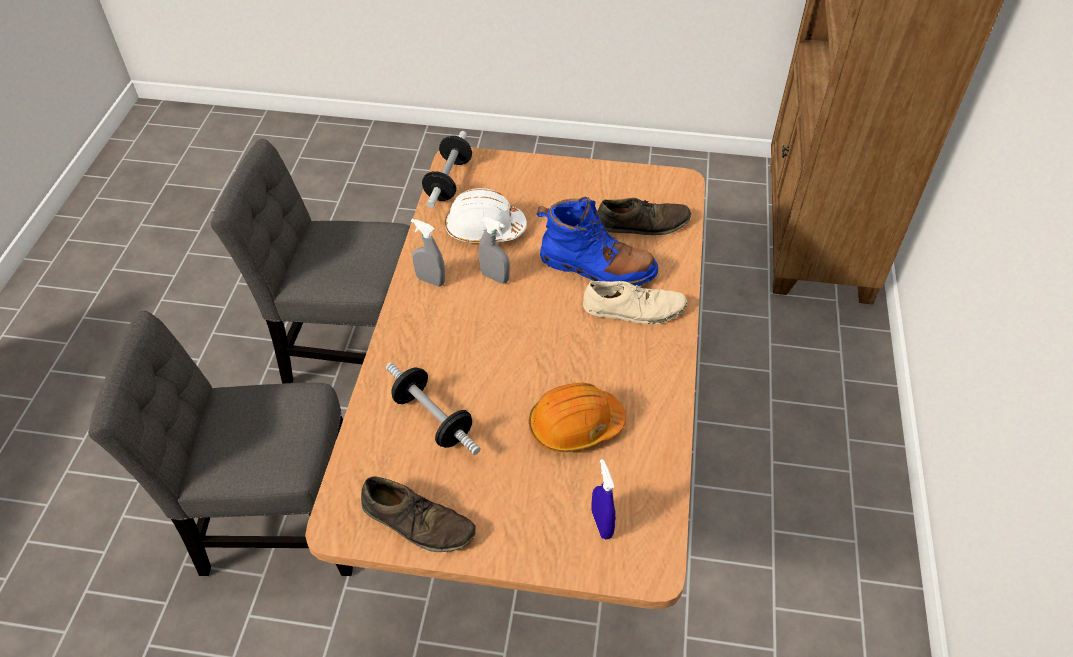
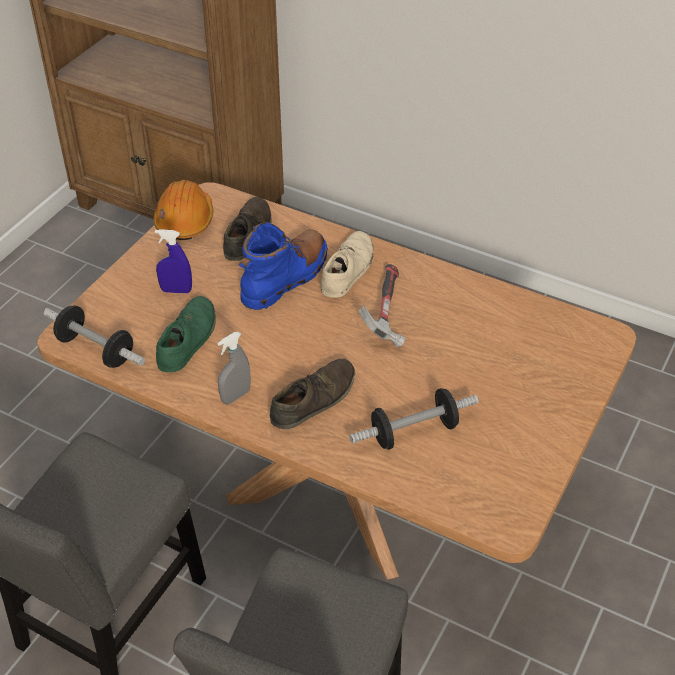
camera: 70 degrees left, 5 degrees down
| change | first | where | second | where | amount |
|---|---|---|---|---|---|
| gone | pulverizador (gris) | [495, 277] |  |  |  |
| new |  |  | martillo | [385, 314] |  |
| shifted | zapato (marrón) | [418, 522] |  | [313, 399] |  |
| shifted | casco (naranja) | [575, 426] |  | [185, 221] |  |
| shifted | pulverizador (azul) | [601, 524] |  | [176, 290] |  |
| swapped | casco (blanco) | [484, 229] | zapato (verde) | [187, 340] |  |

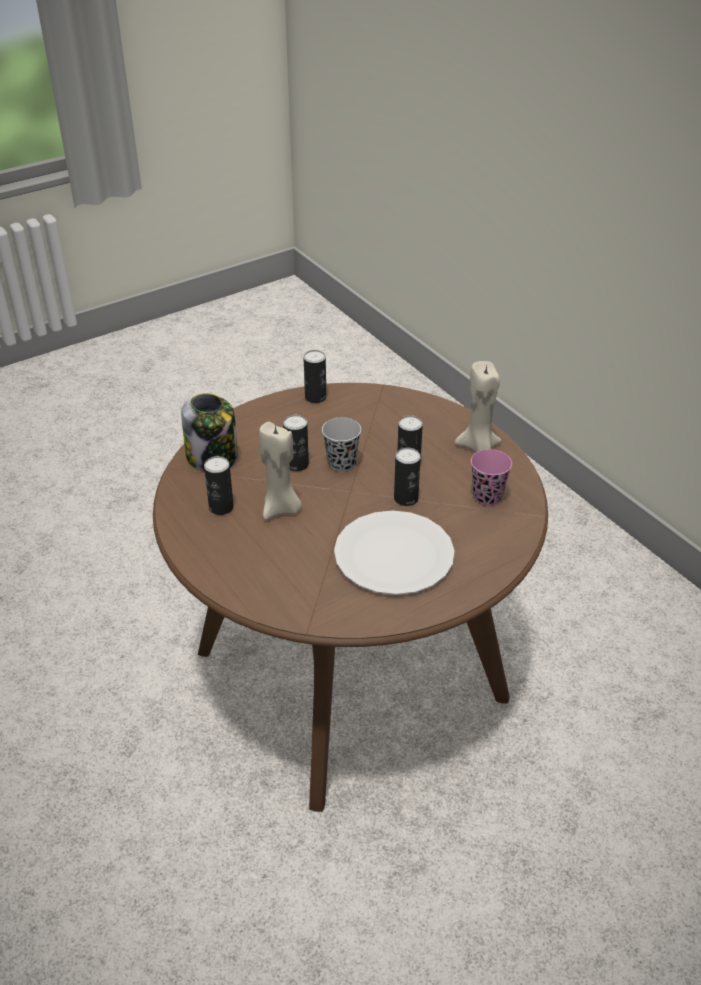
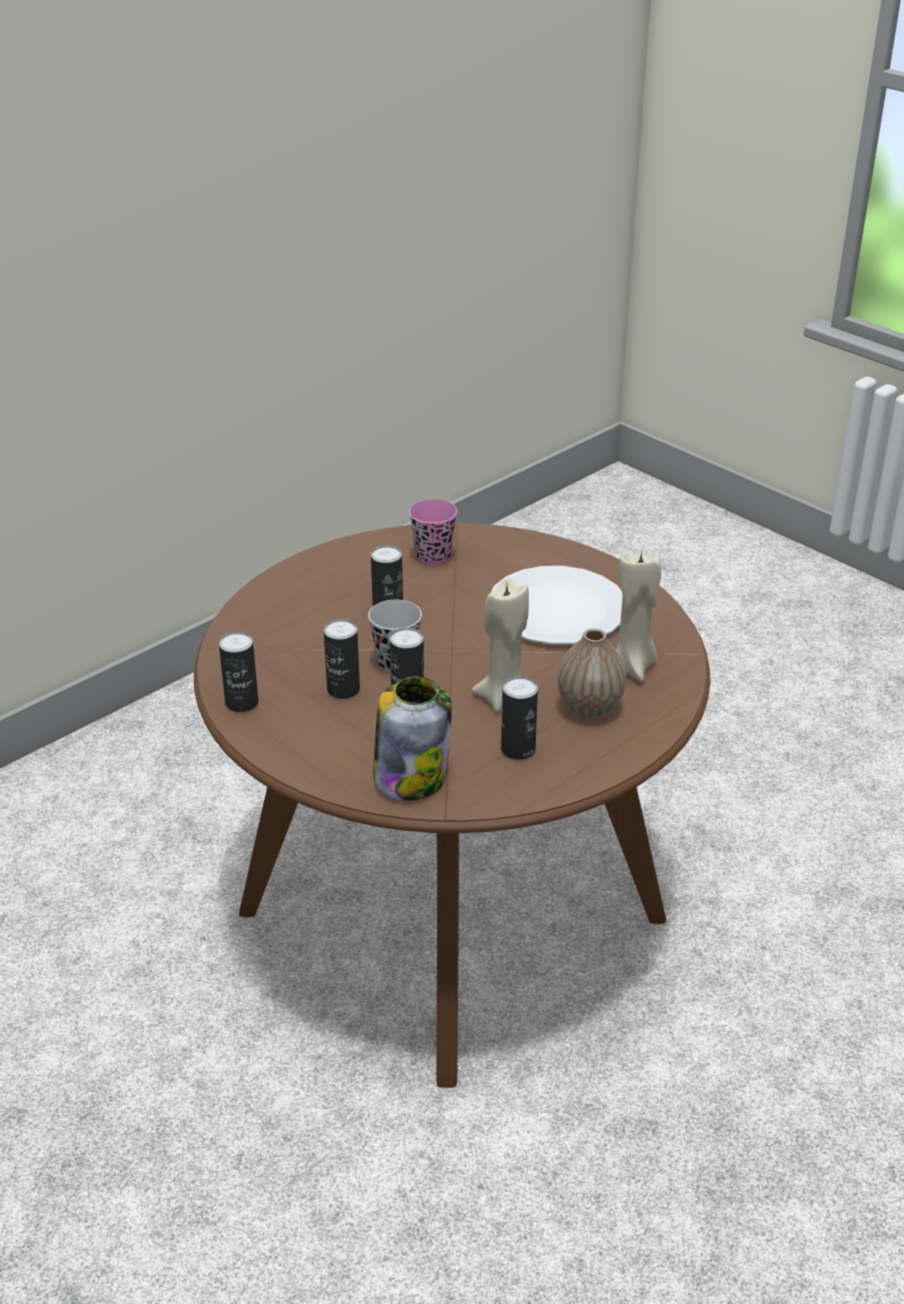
camera: 100 degrees left, 5 degrees down
| change | first | where | second | where | amount |
|---|---|---|---|---|---|
| new |  |  | florero | [589, 708] |  |
| shifted | lata | [406, 498] |  | [343, 690] |  |
| shifted | vela (beis) | [478, 447] |  | [633, 666] |  |

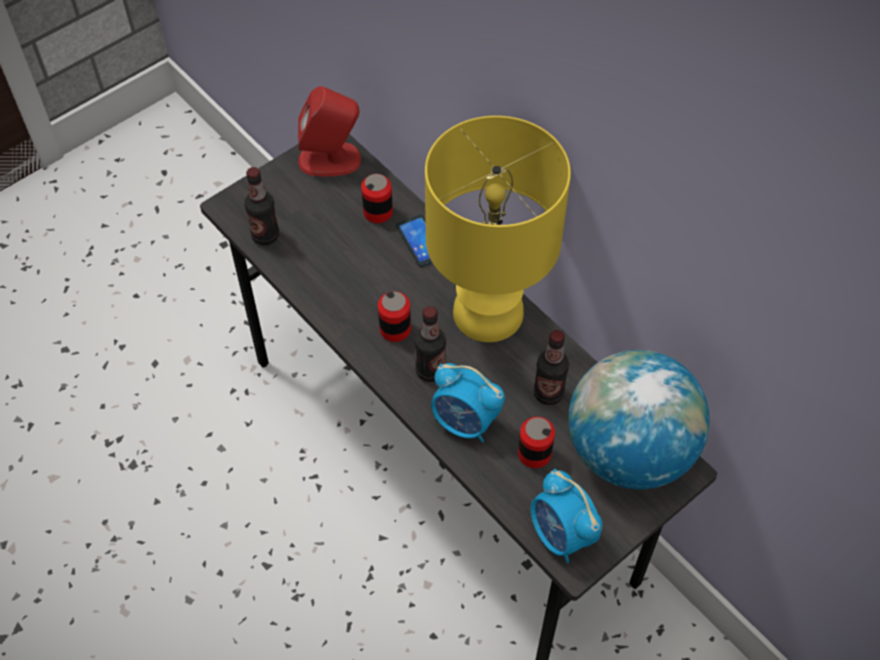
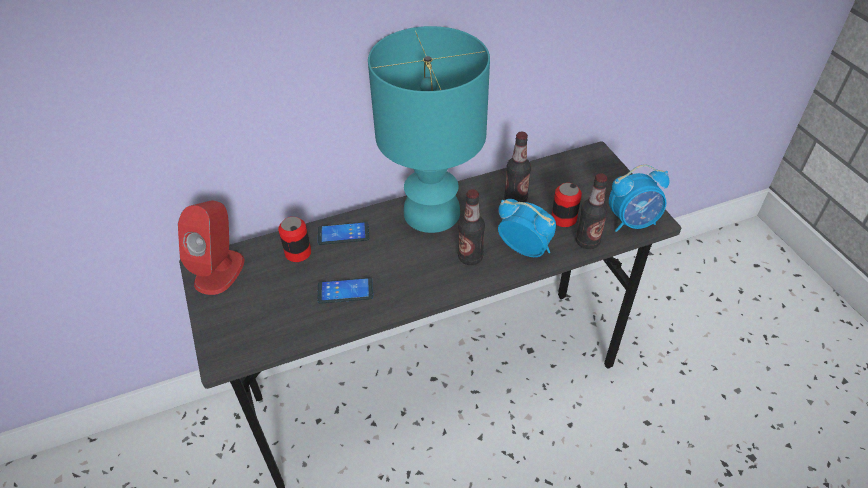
camera: 70 degrees left, 10 degrees down
| change | first | where | second | where | amount |
|---|---|---|---|---|---|
| gone | lata | [395, 329] |  |  |  |
| gone | globo terráqueo | [628, 451] |  |  |  |
| new |  |  | móvil | [345, 291] |  |
| shifted | botella | [265, 236] |  | [587, 241] |  |
| repainted | lámpara de mesa (amarillo) | [490, 313] | lámpara de mesa (turquesa) | [433, 212] |  |
| rotated | despertador | [465, 422] |  | [525, 249] | 105 degrees counterclockwise |

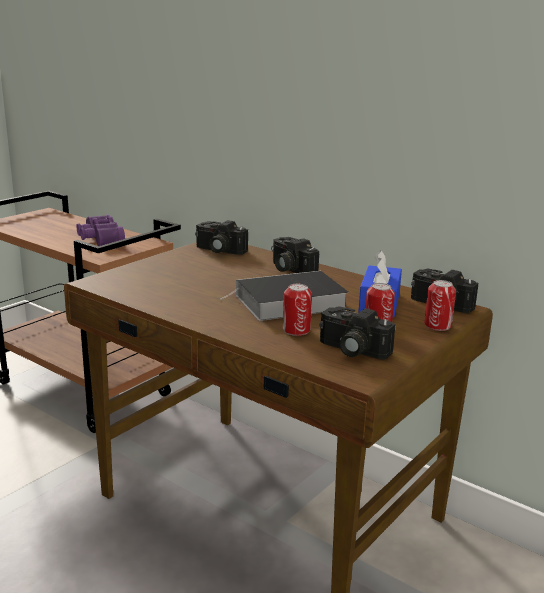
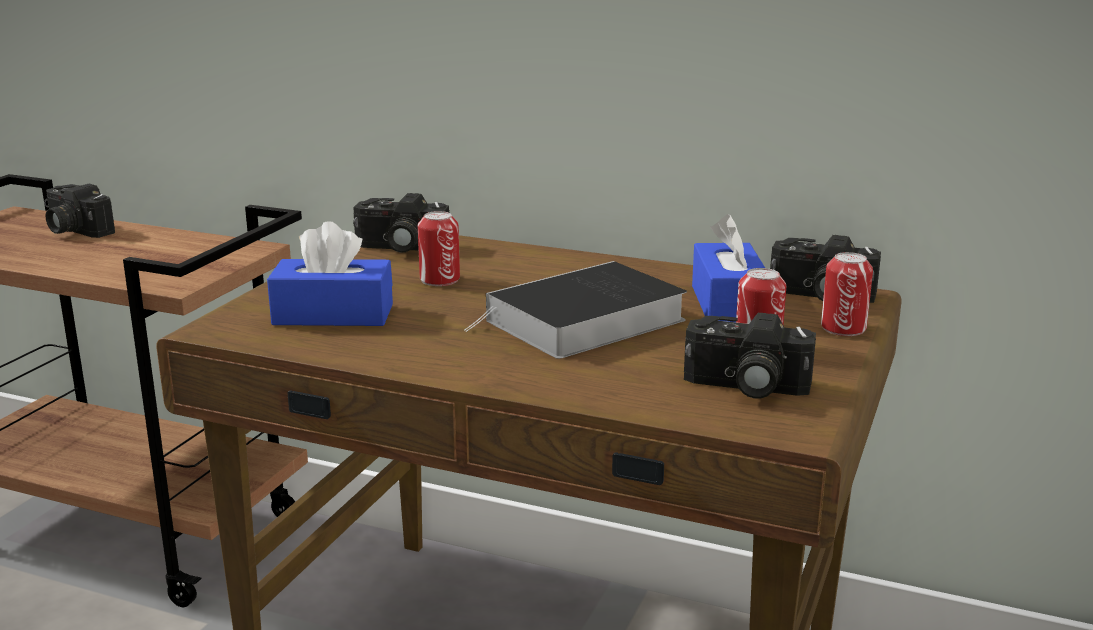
camera: 15 degrees left, 0 degrees up
| change | first | where | second | where | amount |
|---|---|---|---|---|---|
| gone | prismáticos (morado) | [99, 240] |  |  |  |
| new |  |  | caja de pañuelos (azul) | [333, 314] |  |
| shifted | cámara | [289, 269] |  | [73, 230] |  |
| shifted | lata | [296, 330] |  | [439, 279] |  |

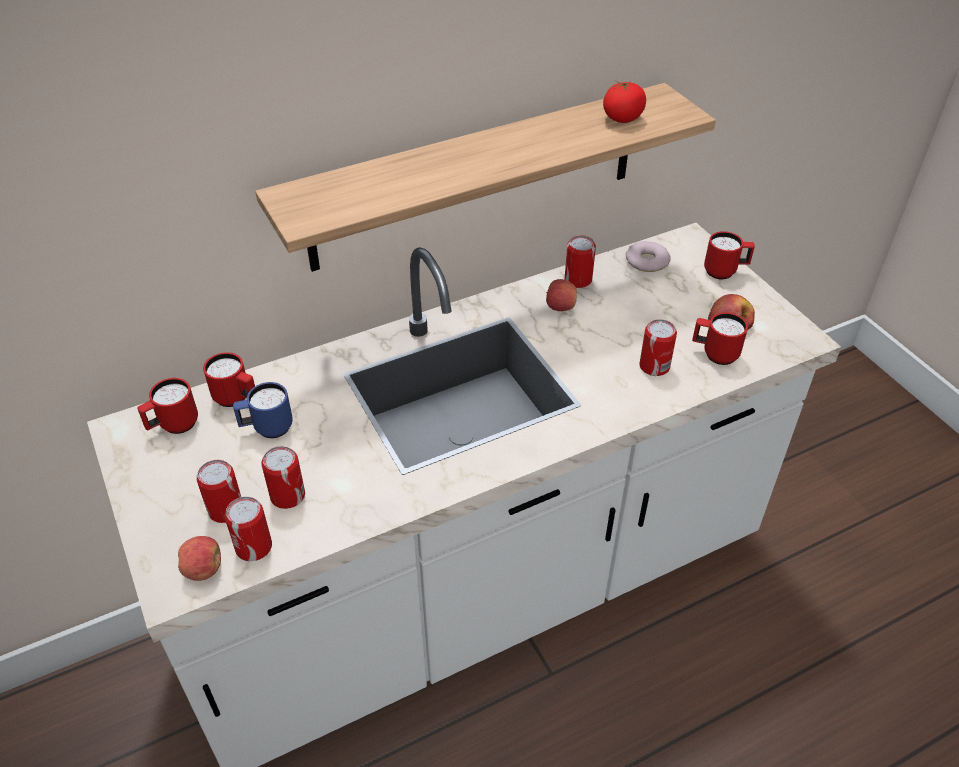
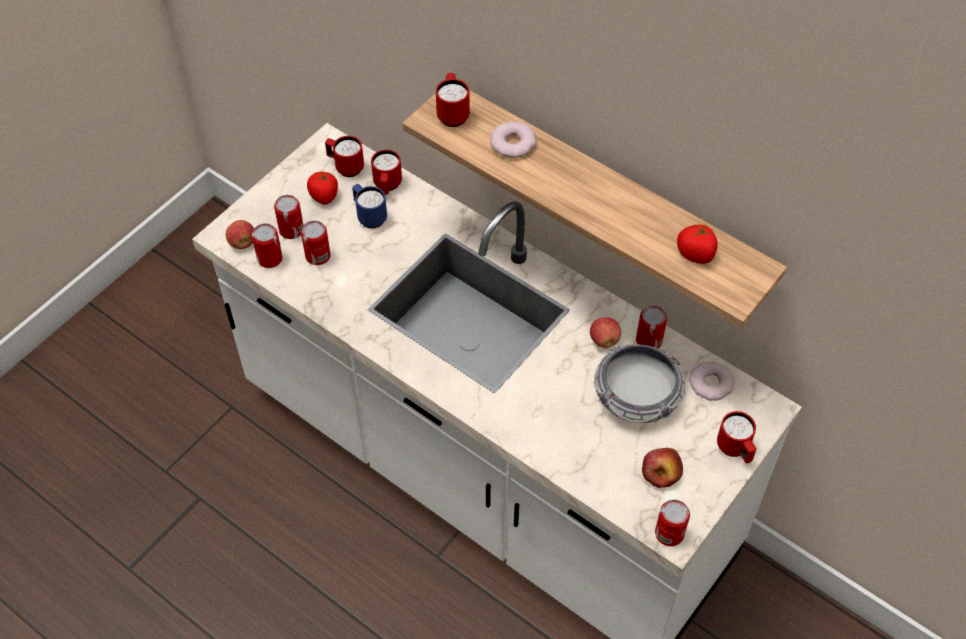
camera: 65 degrees right, 10 degrees up
| change | first | where | second | where | amount |
|---|---|---|---|---|---|
| new |  |  | tomate | [324, 196] |  |
| new |  |  | rosquilla | [512, 143] |  |
| new |  |  | cuenco | [636, 395] |  |
| shifted | lata | [654, 366] |  | [669, 533] |  |
| shifted | taza grande (rojo) | [714, 354] |  | [452, 113] |  |

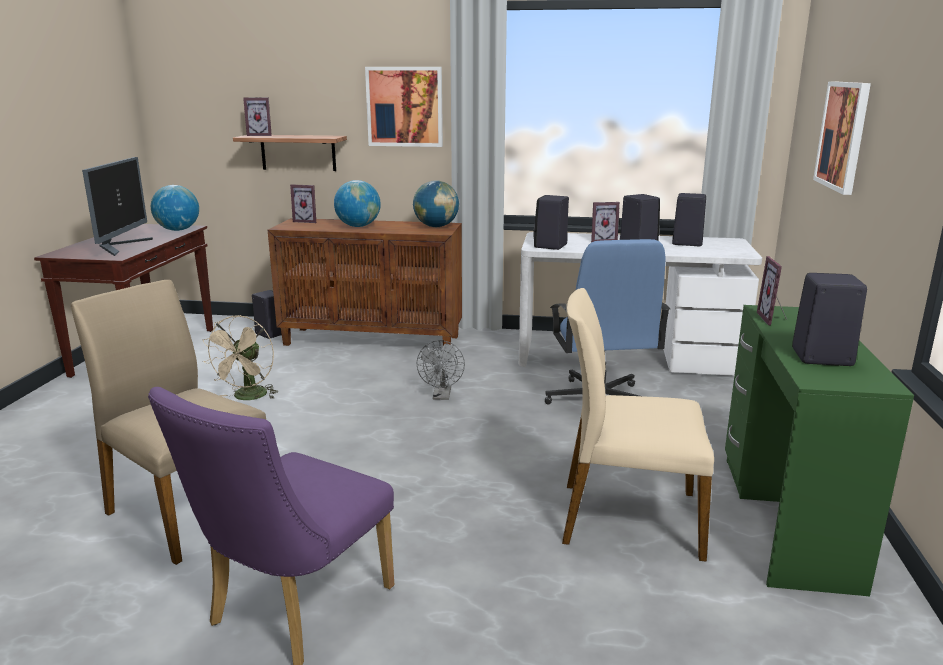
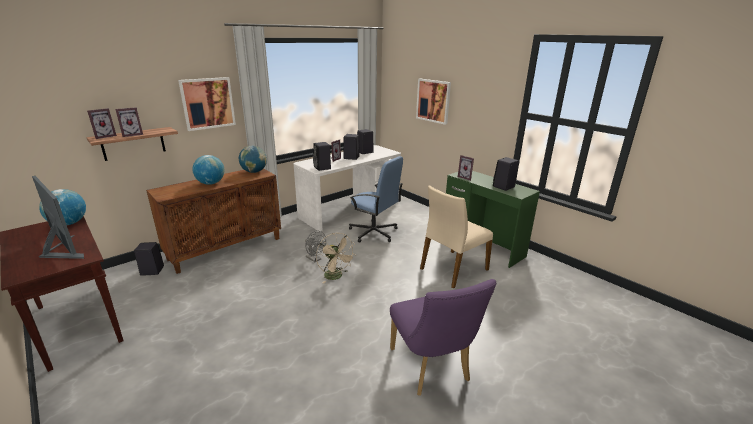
camera: 50 degrees left, 5 degrees up
| change | first | where | second | where | amount |
|---|---|---|---|---|---|
| gone | silla (beis) | [188, 510] |  |  |  |
| shifted | ventilador (beis) | [248, 398] |  | [336, 277] |  |
| shifted | portarretratos | [307, 221] |  | [132, 134] |  |

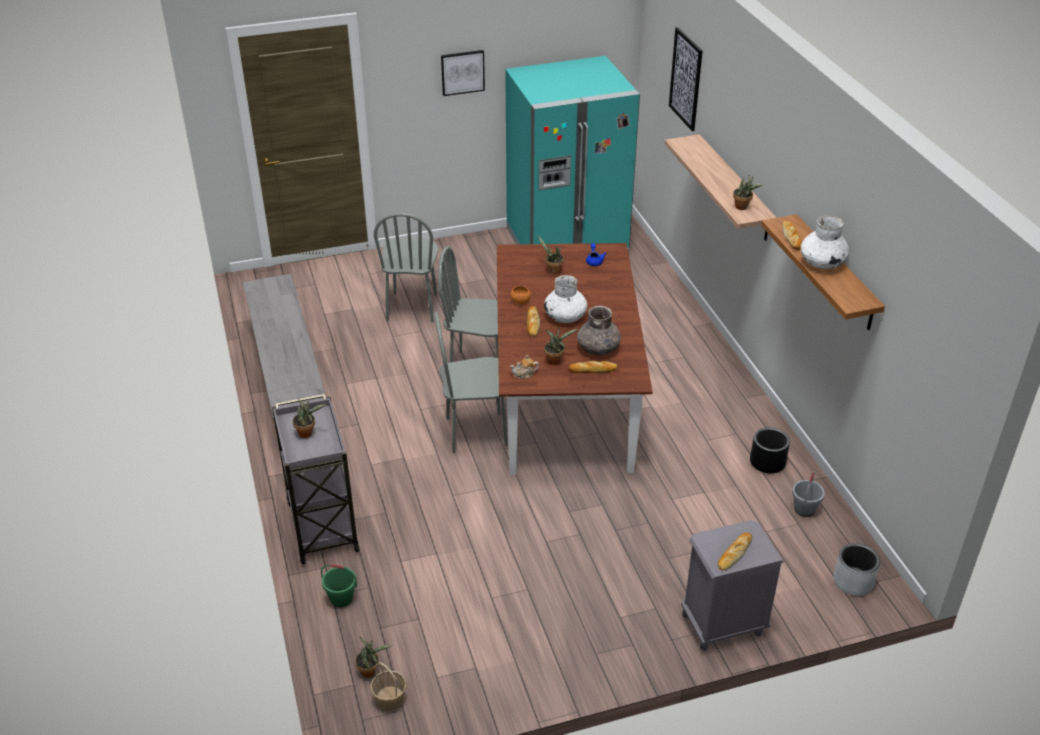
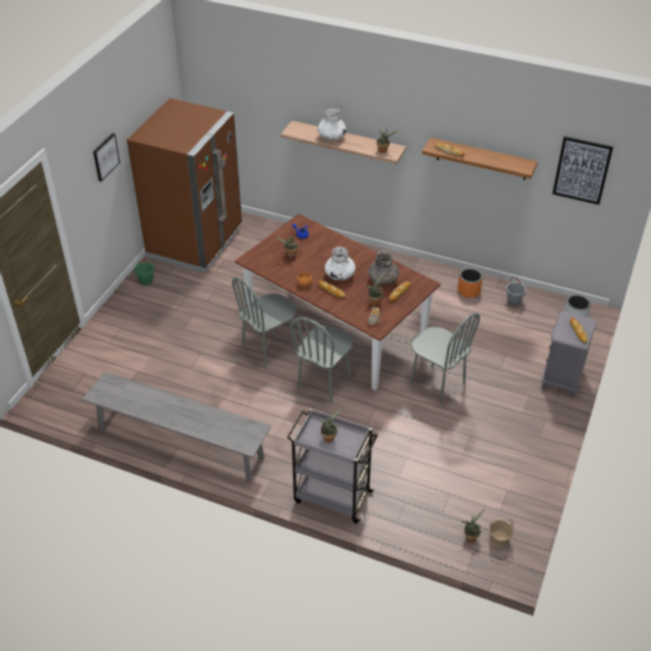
camera: 50 degrees left, 5 degrees up
| change | first | where | second | where | amount |
|---|---|---|---|---|---|
| shifted | cubo (verde) | [341, 598] |  | [146, 280] |  |
| shifted | silla (gris) | [412, 307] |  | [437, 384] |  |
| shifted | cuadro | [686, 79] |  | [582, 170] |  |
| shifted | florero (blanco) | [821, 263] |  | [331, 137] |  |
| repainted | nevera (turquesa) | [566, 242] | nevera (marrón) | [195, 242] |  |
| repainted | maceta (negro) | [767, 462] | maceta (naranja) | [469, 290] |  |

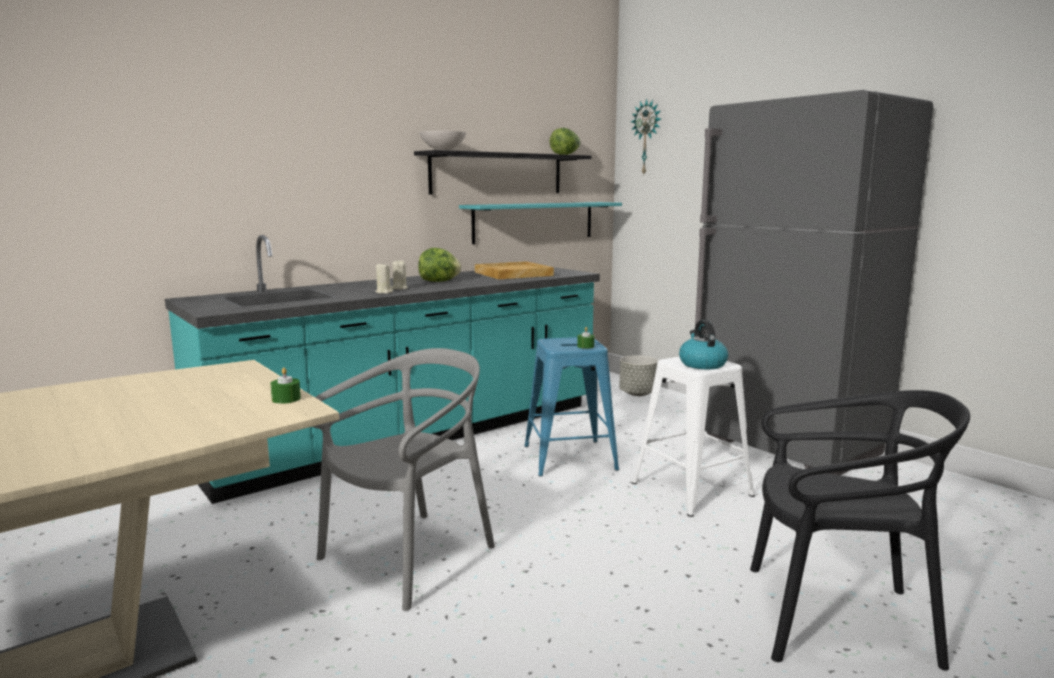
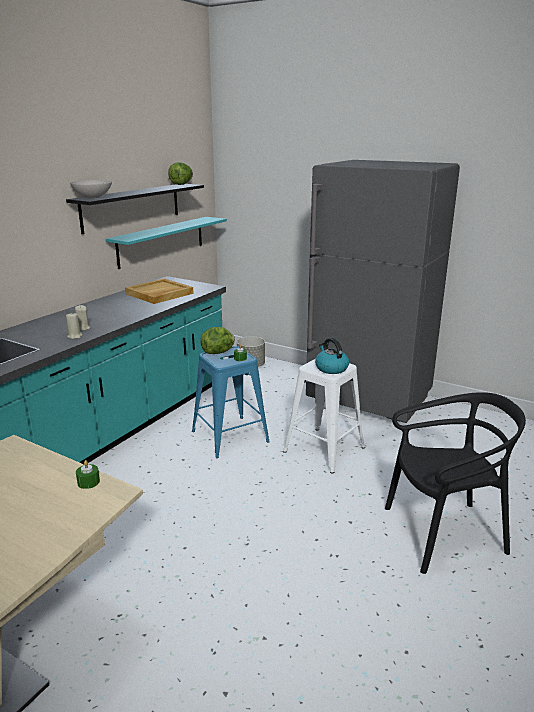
camera: 20 degrees left, 10 degrees up
| change | first | where | second | where | amount |
|---|---|---|---|---|---|
| gone | silla (gris) | [409, 557] |  |  |  |
| gone | reloj de pared | [647, 137] |  |  |  |
| shifted | lechuga | [439, 281] |  | [218, 352] |  |

